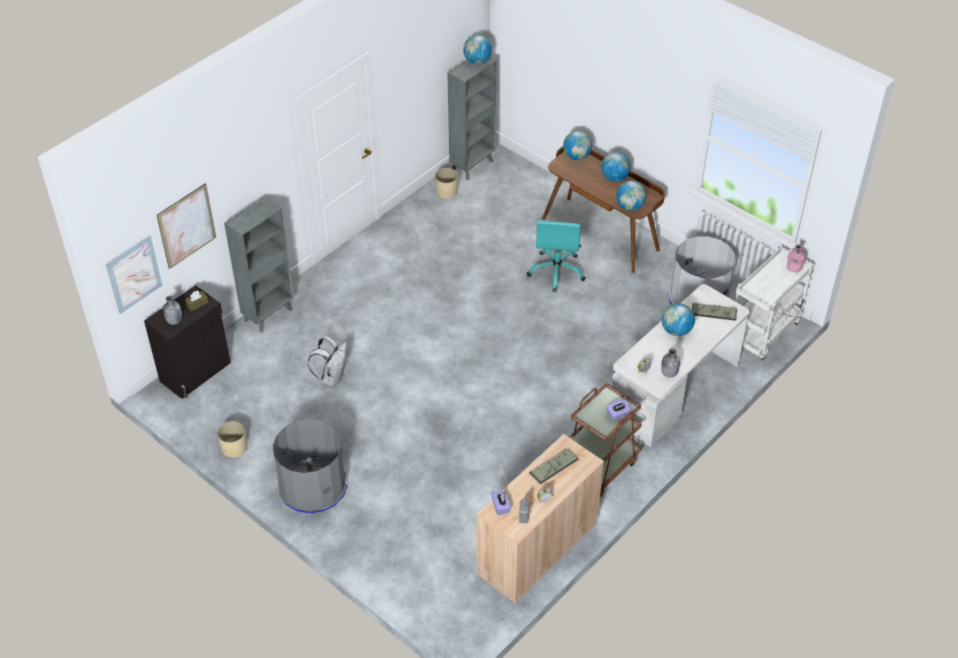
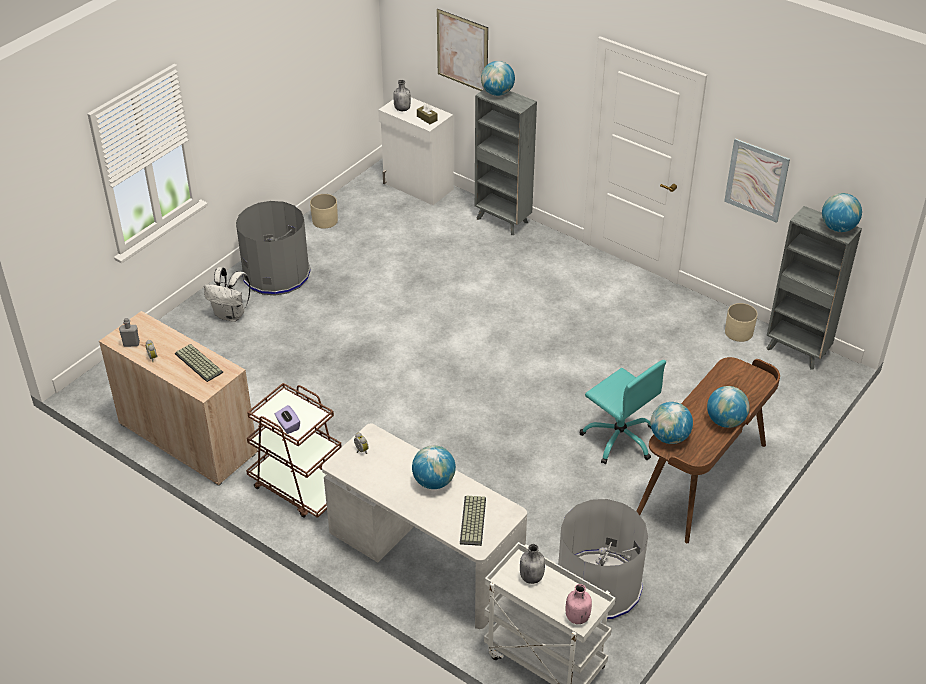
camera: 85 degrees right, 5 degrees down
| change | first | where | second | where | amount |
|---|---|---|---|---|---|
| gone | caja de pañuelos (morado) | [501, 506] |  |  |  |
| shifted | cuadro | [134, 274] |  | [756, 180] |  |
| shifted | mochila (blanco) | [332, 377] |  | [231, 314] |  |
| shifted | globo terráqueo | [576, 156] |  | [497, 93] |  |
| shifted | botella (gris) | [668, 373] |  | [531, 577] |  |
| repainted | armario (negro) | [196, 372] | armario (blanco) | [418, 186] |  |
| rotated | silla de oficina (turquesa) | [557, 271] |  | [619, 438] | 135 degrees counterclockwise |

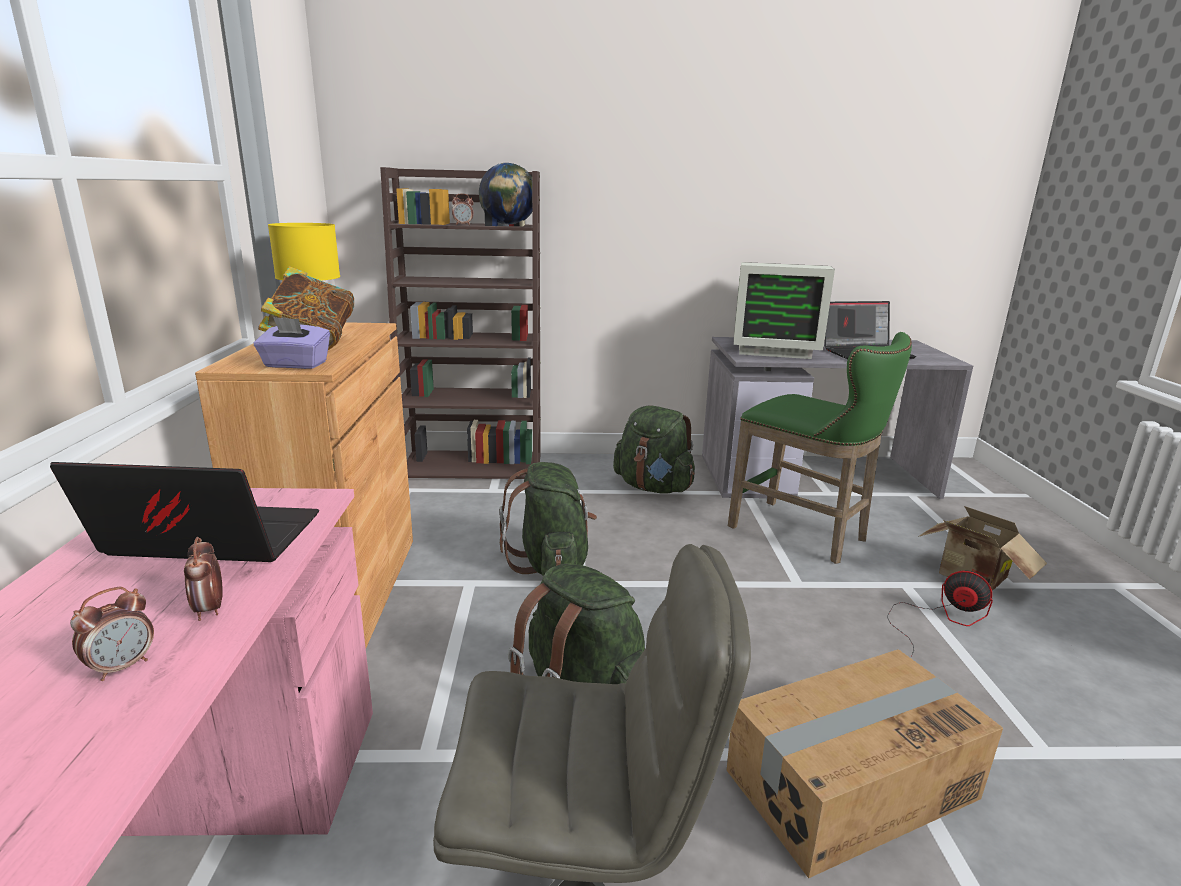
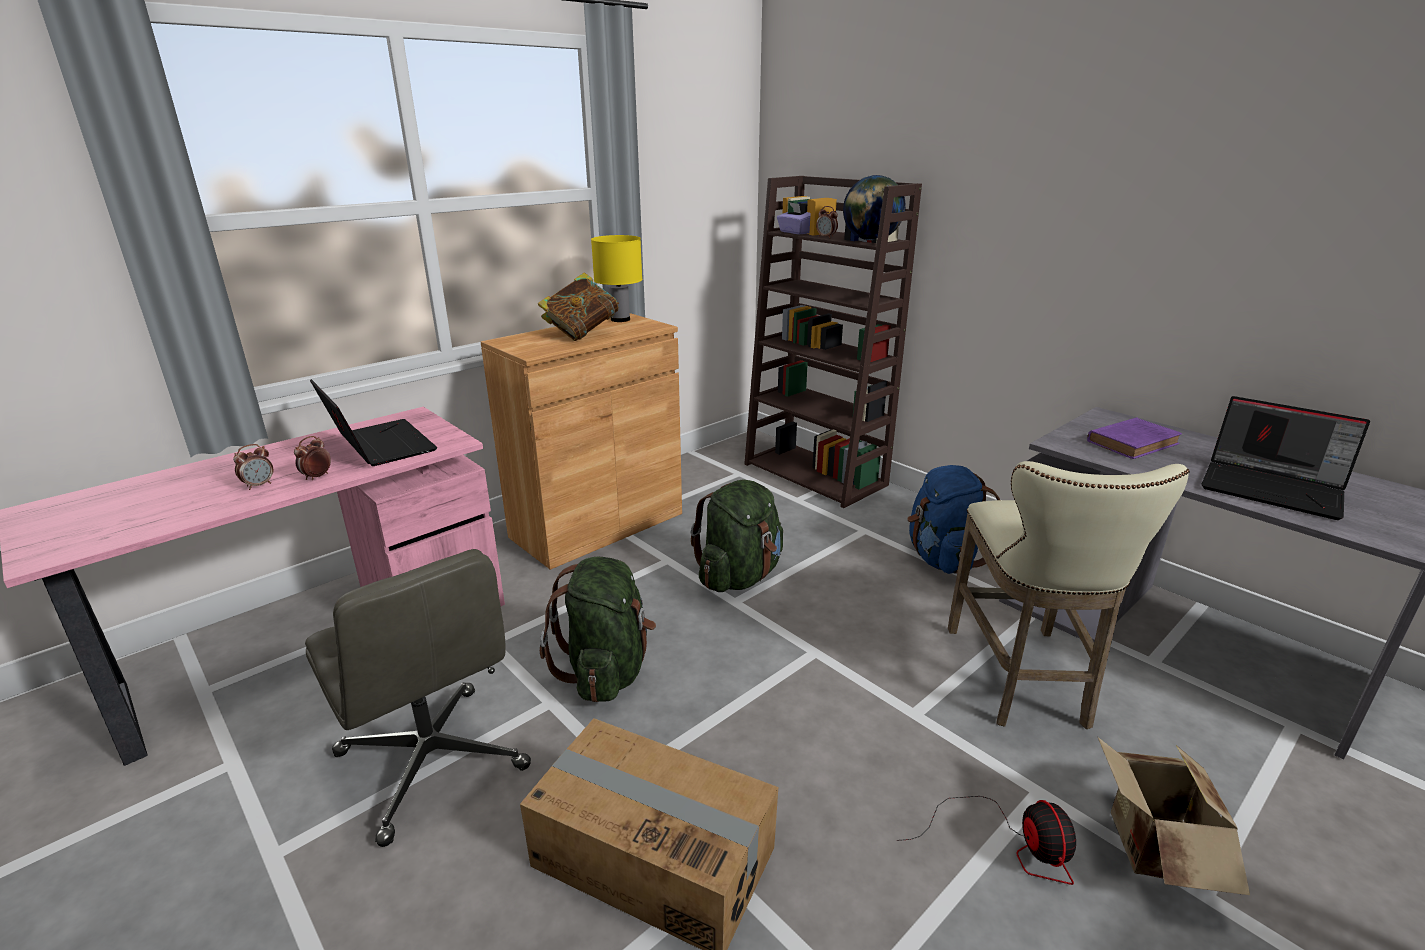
camera: 50 degrees right, 5 degrees up
| change | first | where | second | where | amount |
|---|---|---|---|---|---|
| shifted | caja de pañuelos (morado) | [295, 365] |  | [795, 232] |  |
| swapped | monitor | [773, 348] | libro (morado) | [1133, 442] |  |
| repainted | mochila (verde) | [653, 487] | mochila (azul) | [943, 559] |  |
| repainted | taburete (verde) | [804, 534] | taburete (beis) | [1021, 681] |  |
| rotated | despertador | [122, 667] |  | [259, 485] | 45 degrees counterclockwise |

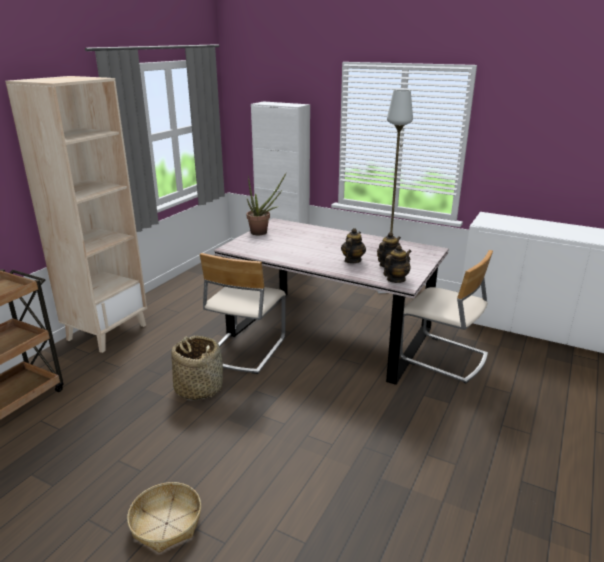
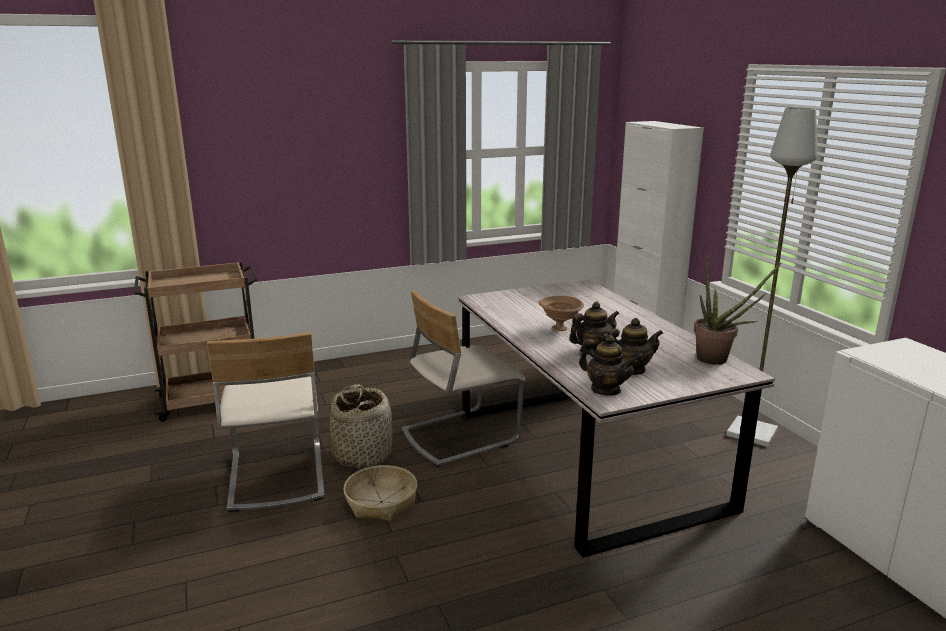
camera: 40 degrees right, 5 degrees down
| change | first | where | second | where | amount |
|---|---|---|---|---|---|
| gone | estantería (beis) | [107, 332] |  |  |  |
| new |  |  | cuenco (marrón) | [560, 329] |  |
| shifted | cesta | [167, 523] |  | [381, 502] |  |
| shifted | planta en maceta | [262, 232] |  | [719, 360] |  |
| shifted | silla (beis) | [443, 357] |  | [275, 477] |  |
| rotated | tetera | [395, 280] |  | [605, 390] | 45 degrees clockwise |

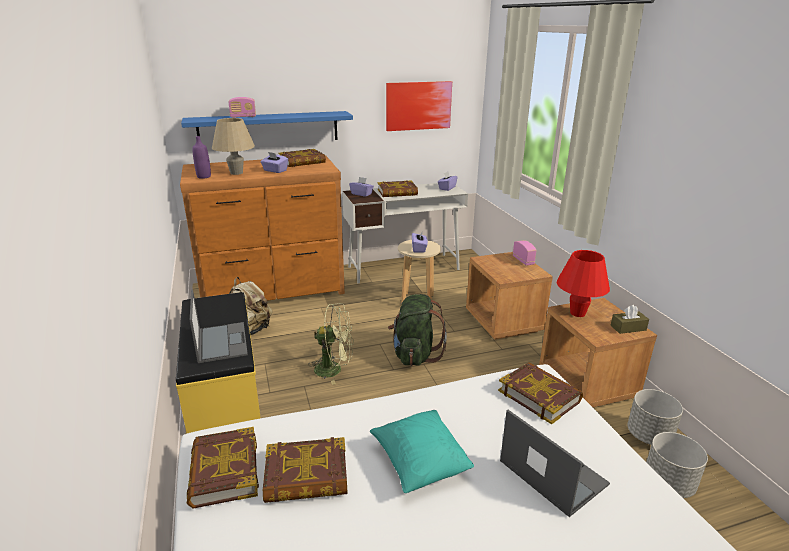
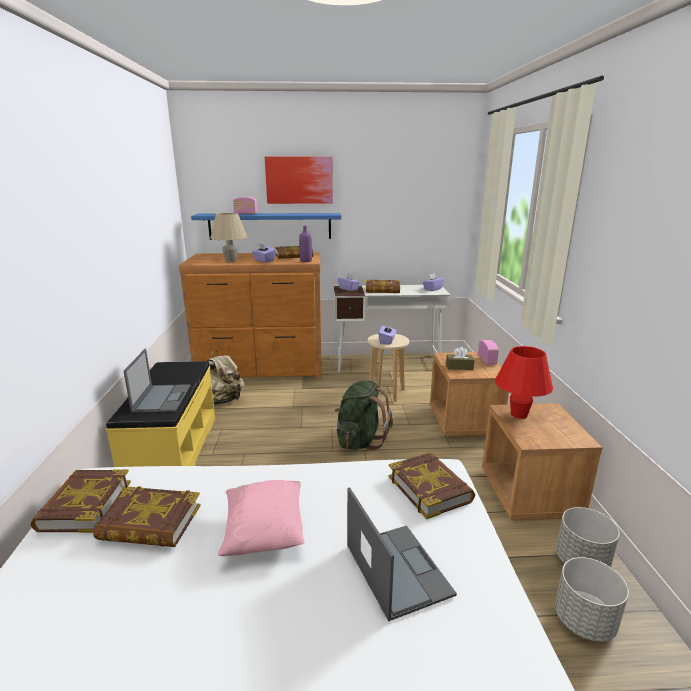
camera: 15 degrees right, 5 degrees down
| change | first | where | second | where | amount |
|---|---|---|---|---|---|
| gone | ventilador (verde) | [334, 369] |  |  |  |
| shifted | botella (morado) | [204, 176] |  | [306, 261] |  |
| shifted | cuadro | [418, 105] |  | [299, 180] |  |
| shifted | caja de pañuelos (marrón) | [628, 328] |  | [459, 367] |  |
| repainted | cojín (turquesa) | [420, 464] | cojín (rosa) | [264, 533] |  |

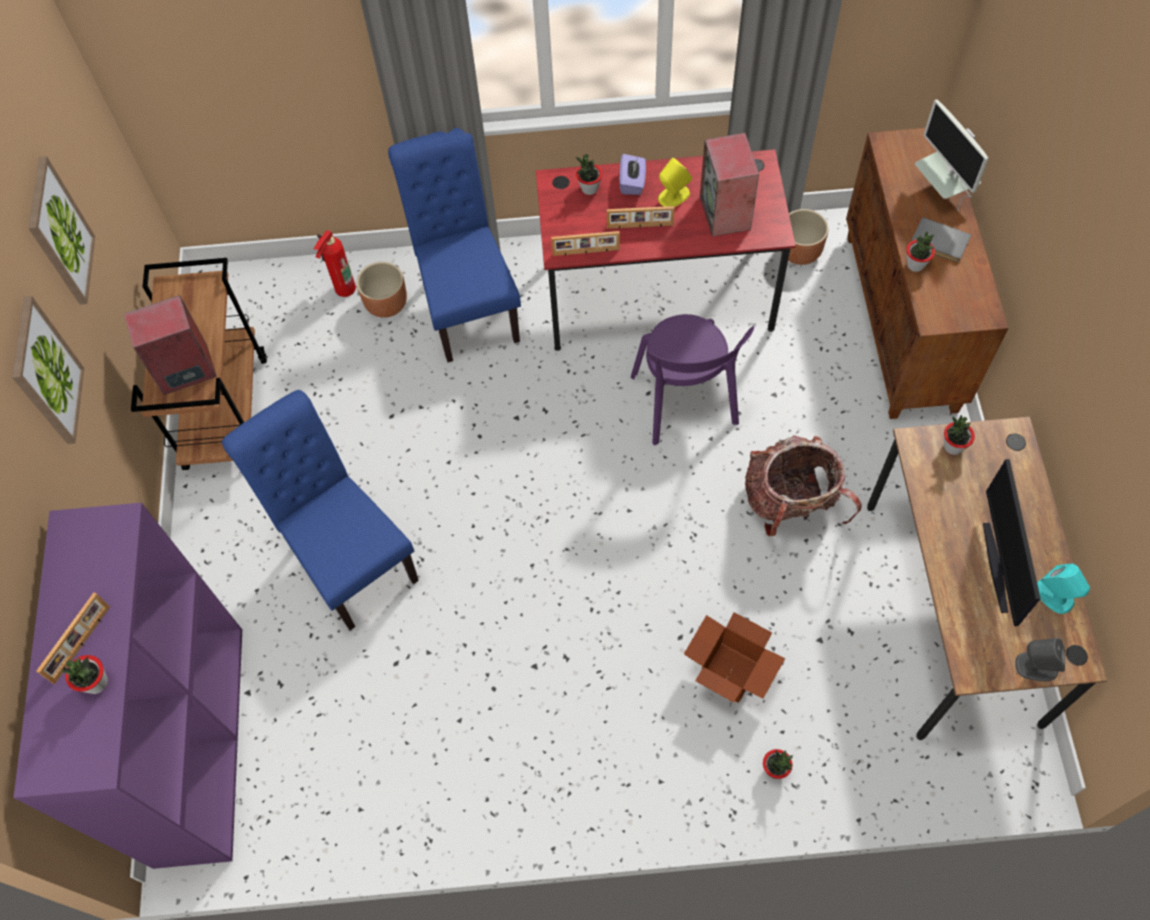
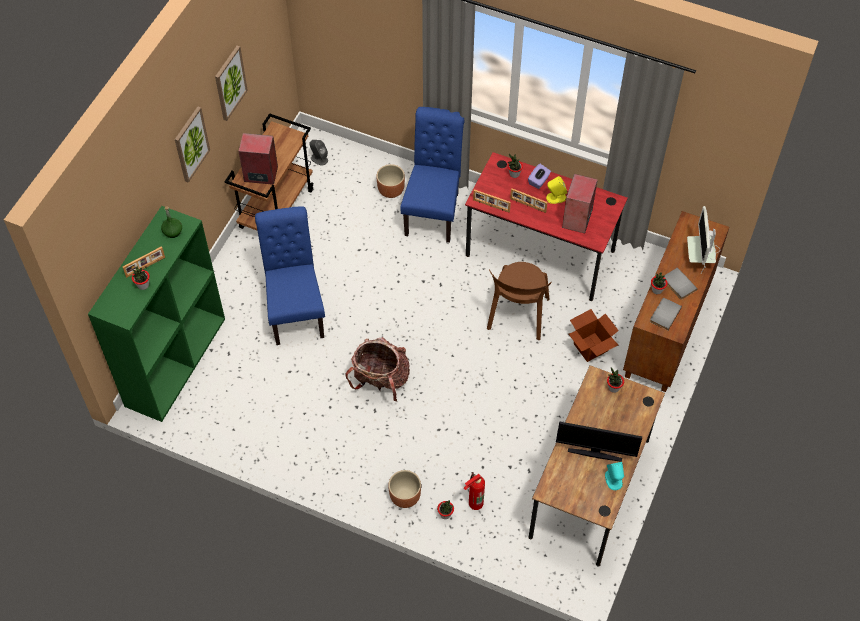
camera: 25 degrees right, 5 degrees down
| change | first | where | second | where | amount |
|---|---|---|---|---|---|
| new |  |  | botella (verde) | [173, 231] |  |
| new |  |  | libro (gris) | [664, 314] |  |
| shifted | extintor | [342, 289] |  | [474, 503] |  |
| shifted | caja de cartón | [729, 672] |  | [591, 347] |  |
| shifted | mochila | [791, 503] |  | [380, 380] |  |
| shifted | maceta (marrón) | [799, 251] |  | [405, 496] |  |
| shifted | altavoz (gris) | [1035, 666] |  | [319, 159] |  |
| repainted | estantería (morado) | [198, 742] | estantería (verde) | [175, 361] |  |
| repainted | silla (morado) | [685, 404] | silla (marrón) | [517, 316] |  |
| rotated | monitor | [998, 567] |  | [595, 453] | 105 degrees counterclockwise |

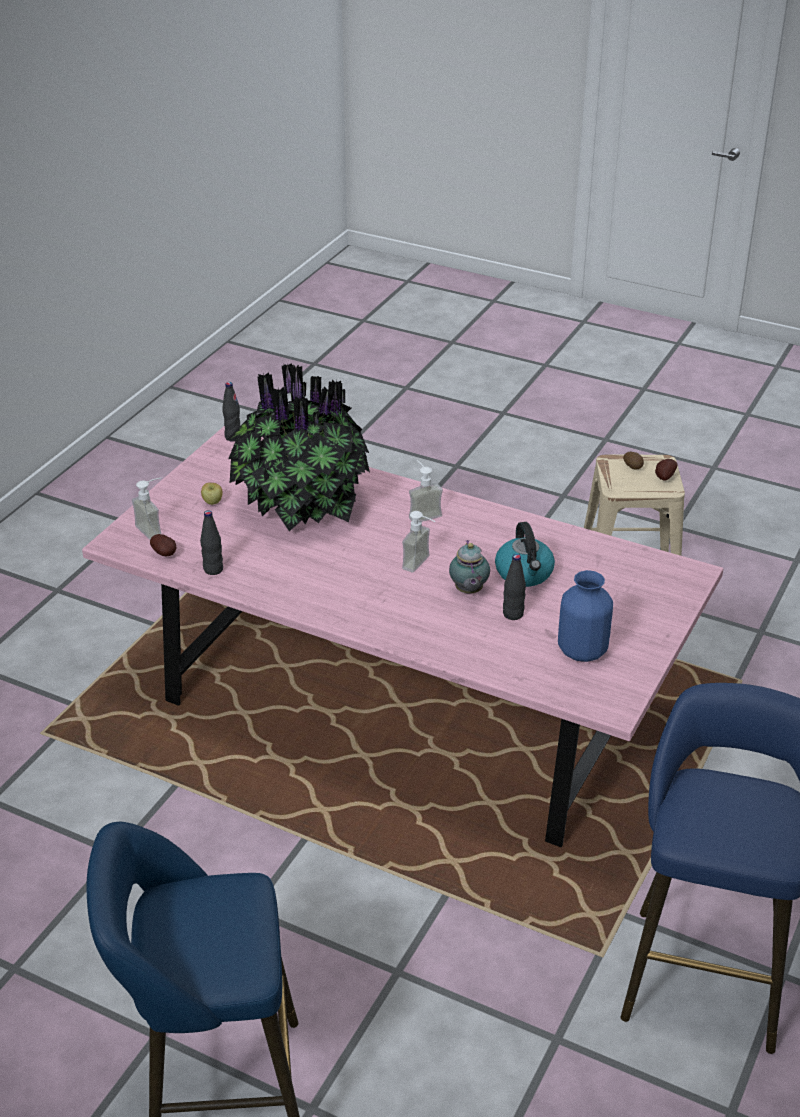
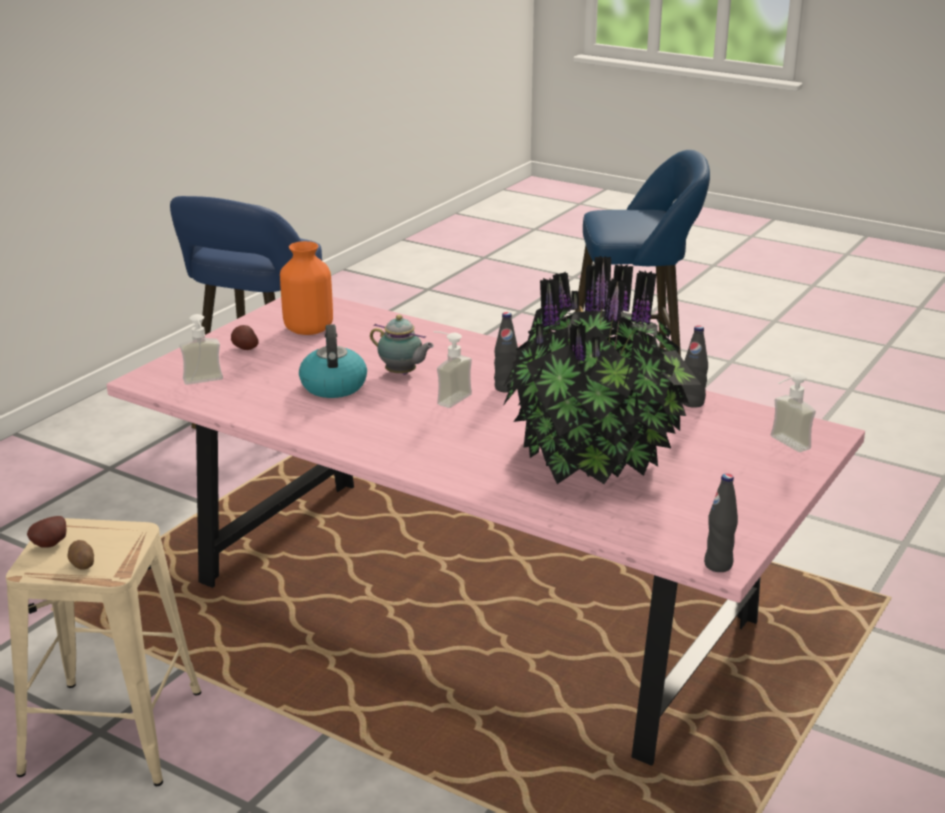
camera: 175 degrees left, 10 degrees down
| change | first | where | second | where | amount |
|---|---|---|---|---|---|
| gone | manzana | [212, 502] |  |  |  |
| shifted | patata | [165, 554] |  | [244, 349] |  |
| shifted | dispensador de jabón | [422, 513] |  | [204, 383] |  |
| shifted | botella (negro) | [513, 614] |  | [505, 388] |  |
| repainted | florero (azul) | [582, 650] | florero (naranja) | [308, 330] |  |
| rotated | tetera | [468, 591] |  | [402, 374] | 120 degrees clockwise |

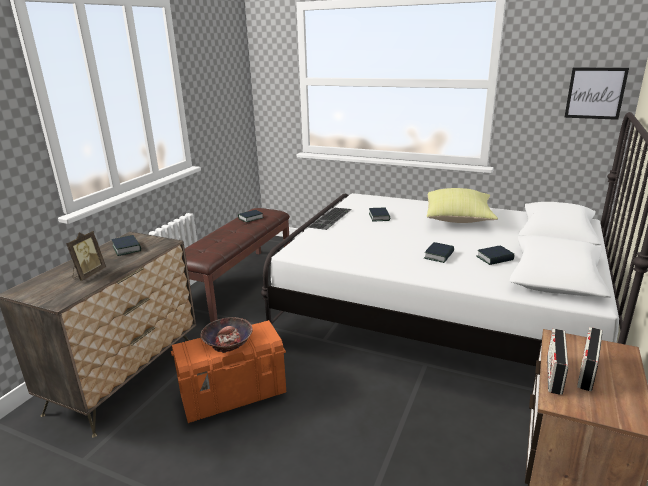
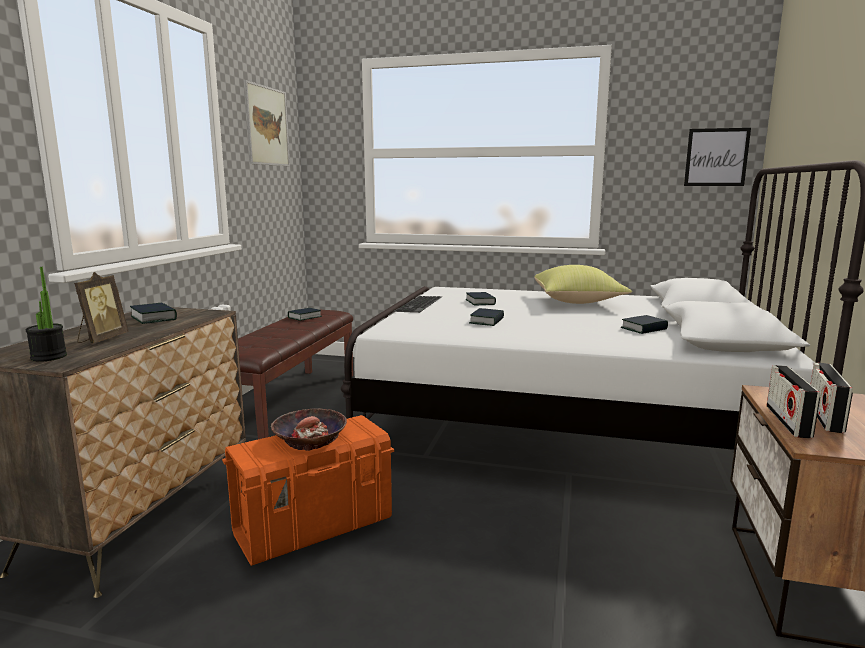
camera: 10 degrees left, 10 degrees down
| change | first | where | second | where | amount |
|---|---|---|---|---|---|
| new |  |  | planta en maceta | [49, 357] |  |
| new |  |  | cuadro | [267, 126] |  |
| shifted | libro | [439, 255] |  | [487, 321] |  |

